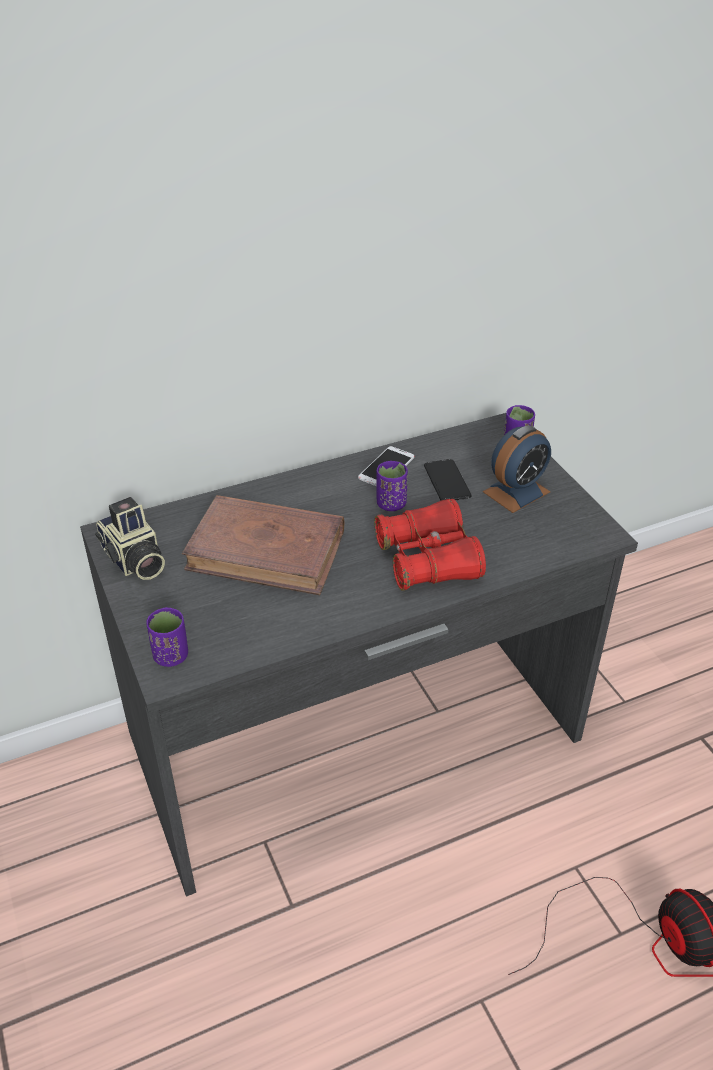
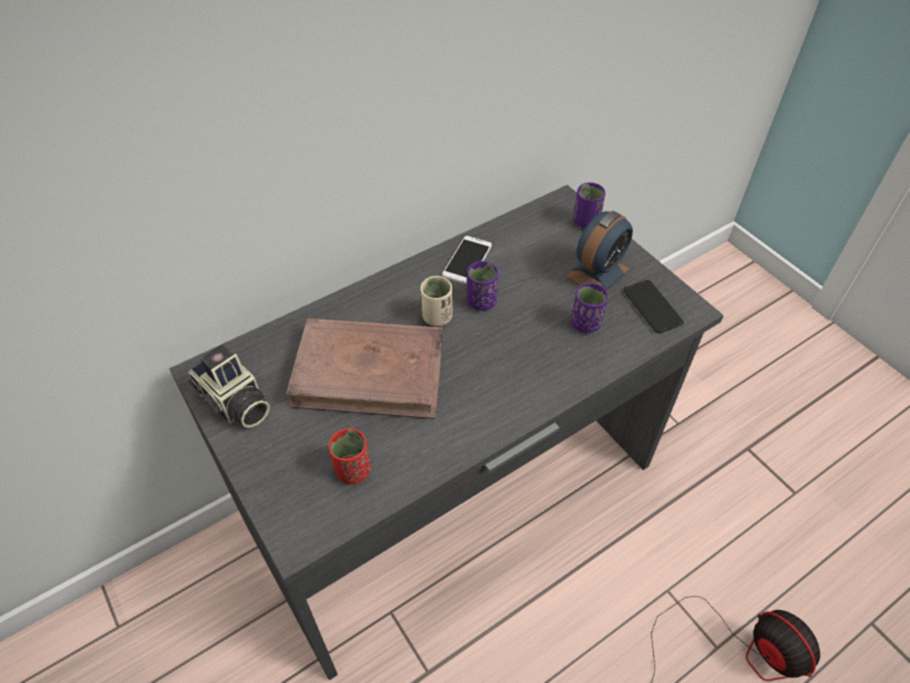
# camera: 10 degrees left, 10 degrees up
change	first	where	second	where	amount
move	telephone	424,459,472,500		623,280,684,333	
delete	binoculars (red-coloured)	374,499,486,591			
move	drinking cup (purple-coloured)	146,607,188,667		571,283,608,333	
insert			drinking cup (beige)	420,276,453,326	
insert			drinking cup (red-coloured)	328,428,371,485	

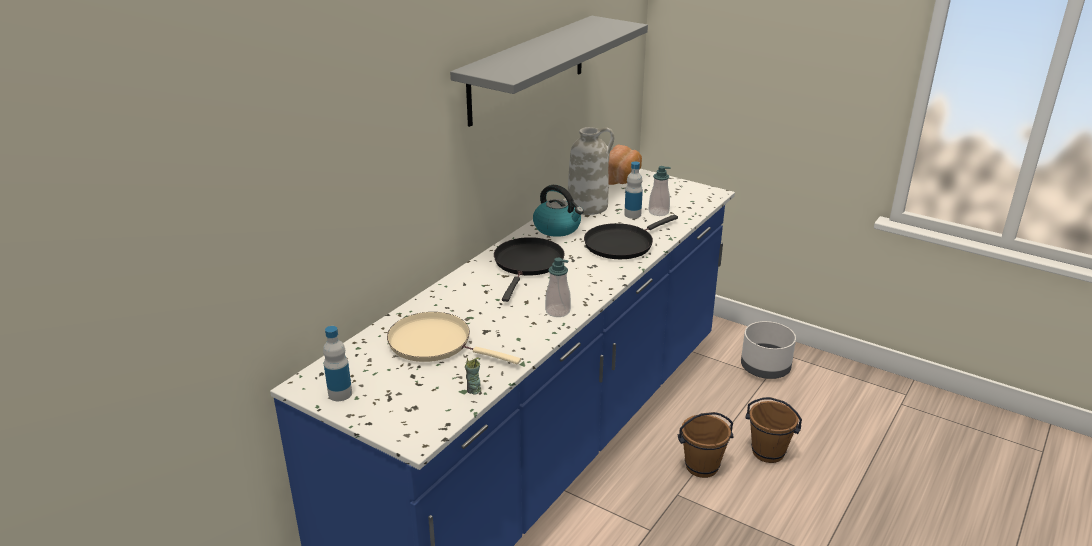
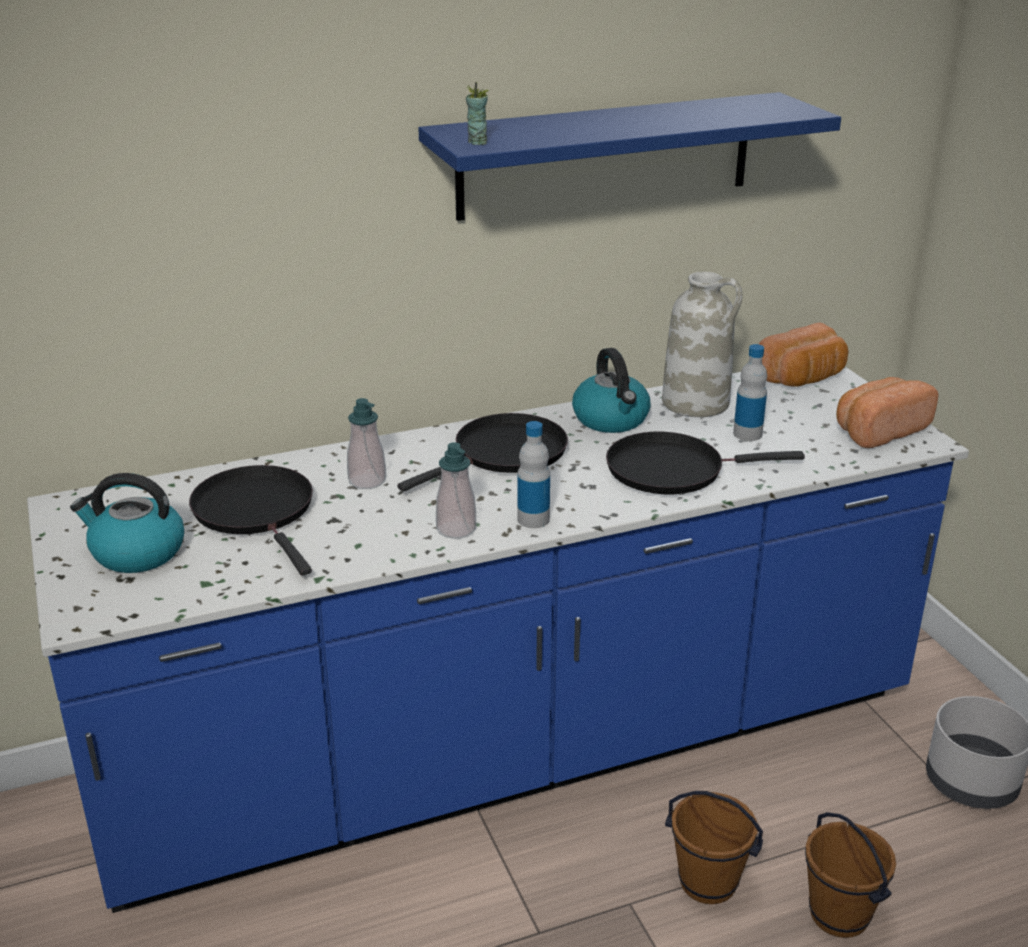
# camera: 35 degrees right, 0 degrees up
change	first	where	second	where	amount
recolor	bracket shelf (greyish)	450,16,648,127	bracket shelf (blue-coloured)	418,92,841,221	
move	liquid soap bottle	649,166,671,216		347,398,386,489	
recolor	frying pan (beige)	387,312,521,365	frying pan (black-coloured)	189,465,313,576	
move	beverage bottle	323,326,352,401		517,421,550,528	
move	drinking cup	465,357,481,395		466,82,489,145	
insert			baked bread	836,377,938,448	
insert			water kettle	70,473,184,573	

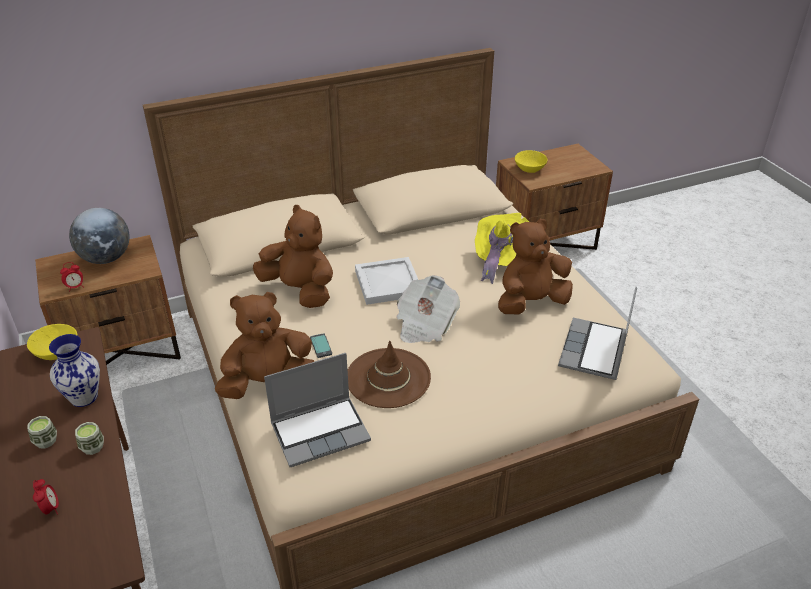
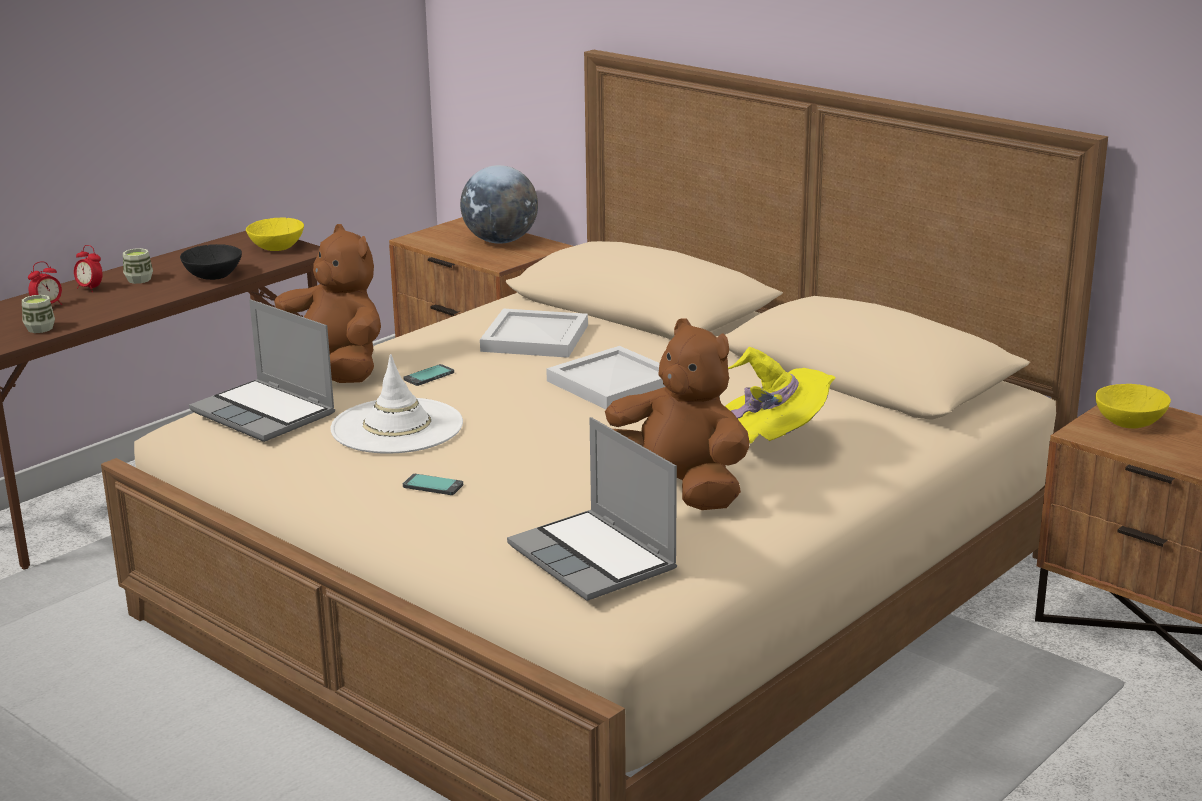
# camera: 65 degrees right, 15 degrees down
change	first	where	second	where	amount
replace	plush toy (brown)	253,205,333,308	carrying tray (white)	480,309,588,358	
move	bedside clock	60,262,84,292		74,245,103,292	
delete	newspaper	396,275,460,343			
rotate	laptop	558,287,637,380		507,417,677,601	120 degrees counterclockwise
replace	vase	49,334,100,407	serving bowl (black-coloured)	180,244,242,280	
recolor	hat (brown)	348,341,431,408	hat (white)	330,354,463,454	
move	drinking cup	75,422,104,455		22,295,55,333	
insert			telephone	403,474,463,495	

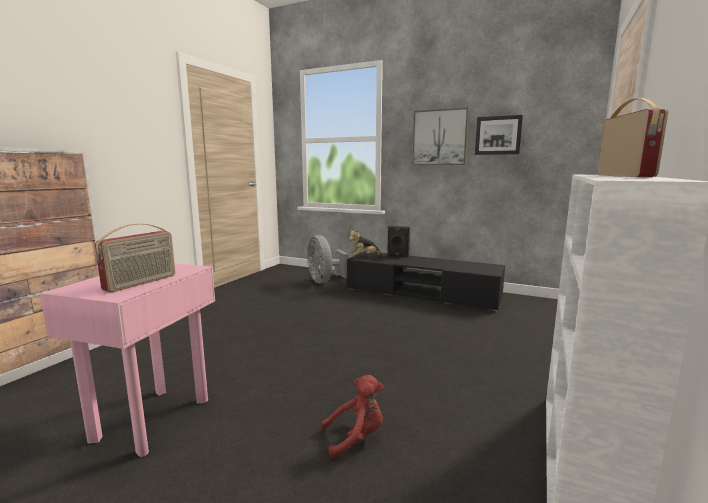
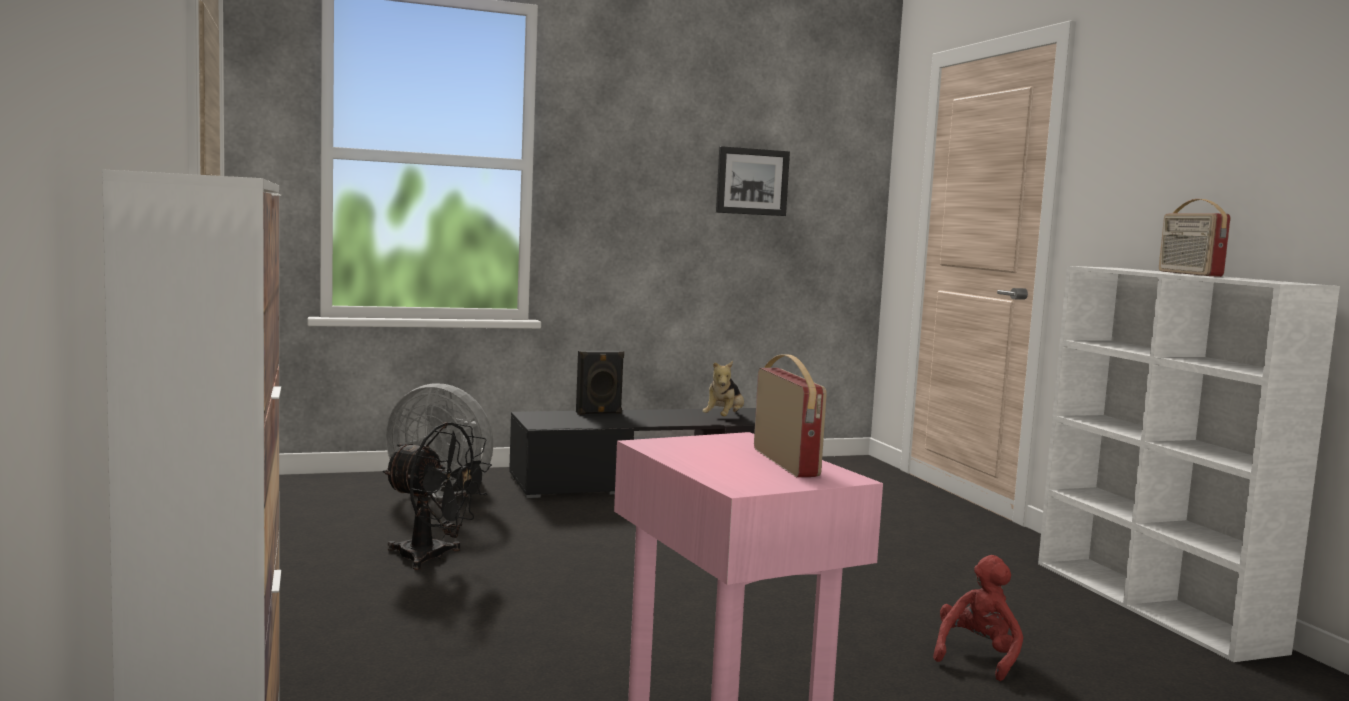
# camera: 45 degrees left, 5 degrees down
change	first	where	second	where	amount
rotate	radio	598,98,668,177		1159,199,1230,277	150 degrees counterclockwise
delete	wall art	412,108,469,165			
move	plush toy	349,229,383,255		702,361,744,416	
insert			cooling fan (black-coloured)	382,422,492,570	

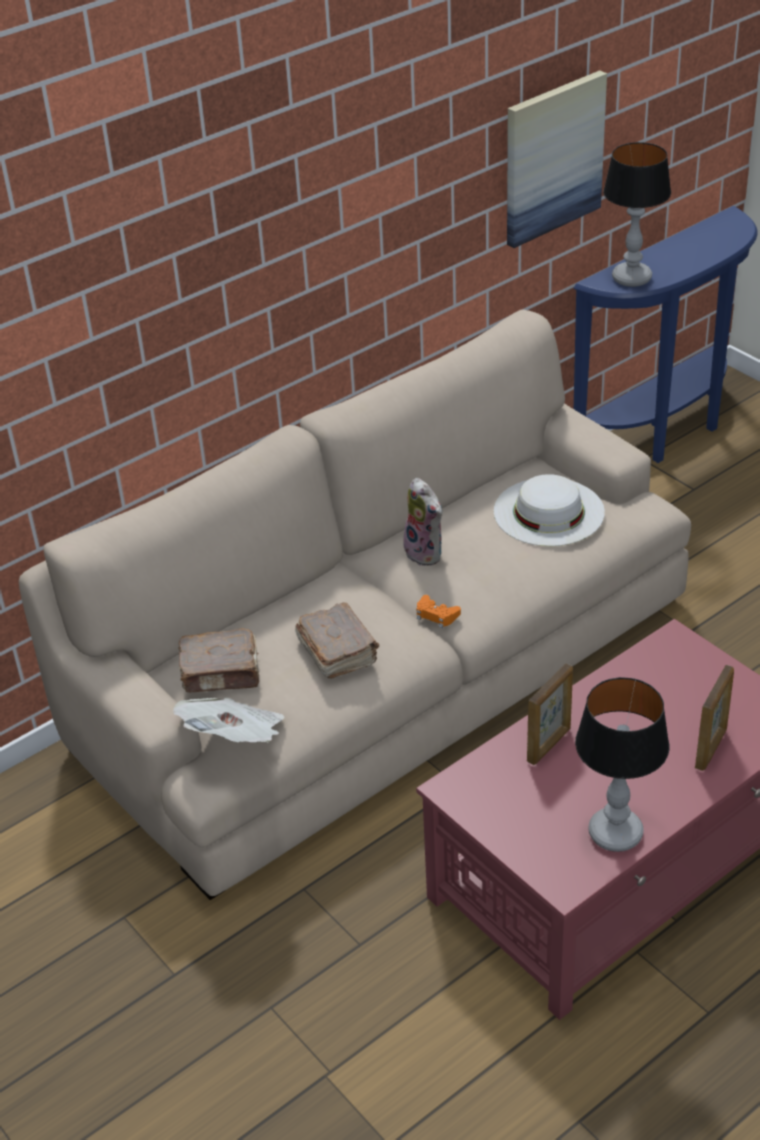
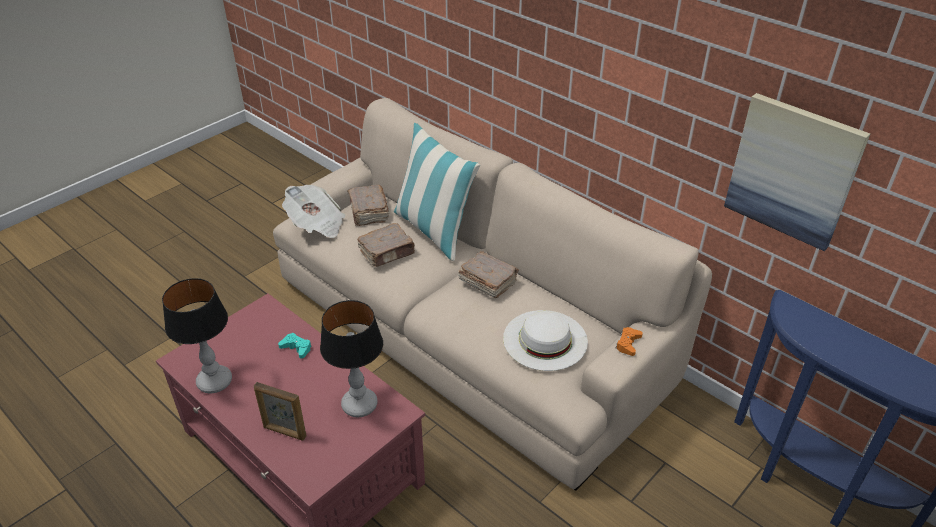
# camera: 80 degrees right, 0 degrees up
change	first	where	second	where	amount
move	lamp for a table	603,142,671,287		320,300,383,417	
replace	plush toy	403,478,443,566	book (brown)	458,251,519,298	
move	joypad (orange)	417,595,461,628		615,327,643,356	
replace	picture frame	527,663,573,765	joypad (blue-green)	278,333,312,359	
insert			pillow	394,123,480,261	

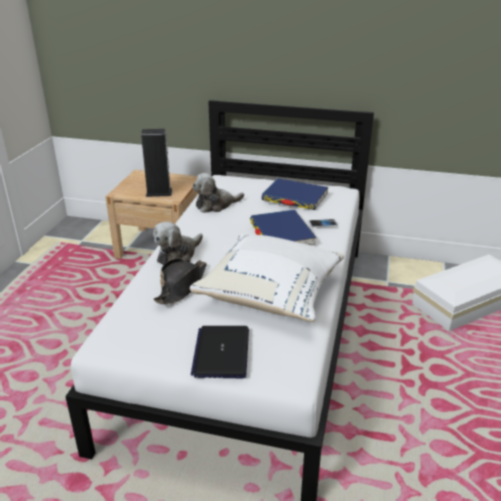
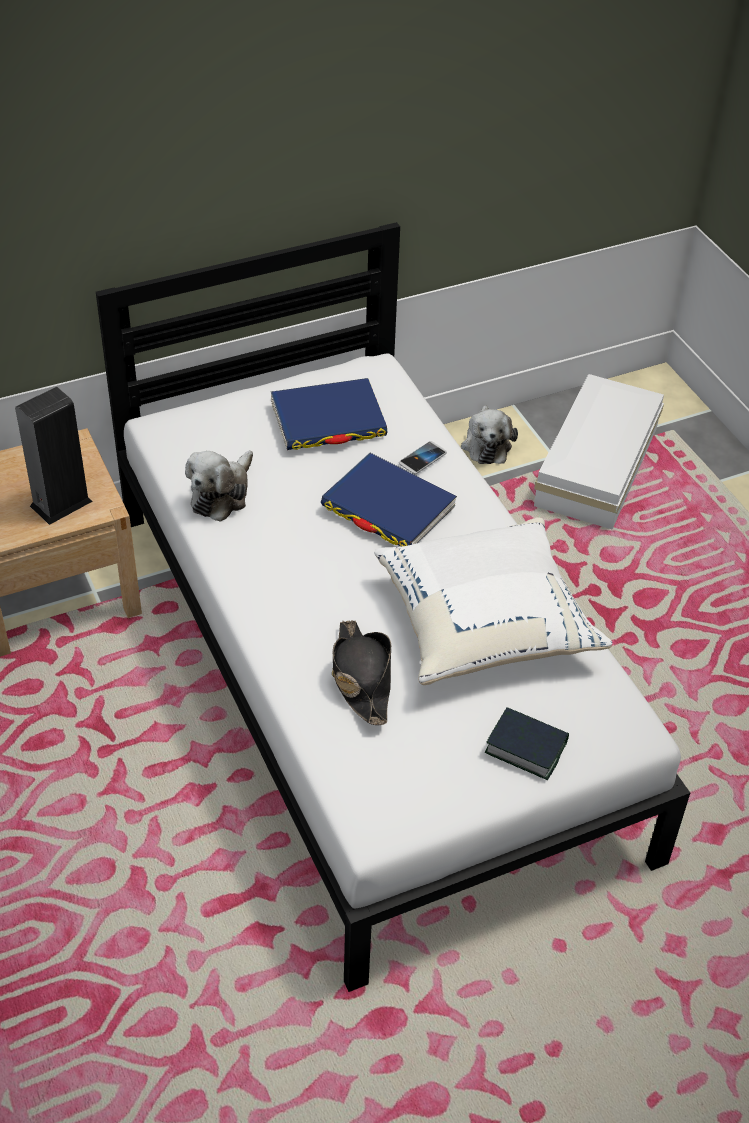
# camera: 40 degrees left, 15 degrees up
change	first	where	second	where	amount
move	plush toy	153,222,203,265		461,405,518,464	
replace	laptop	191,326,249,378	book	485,707,569,780	

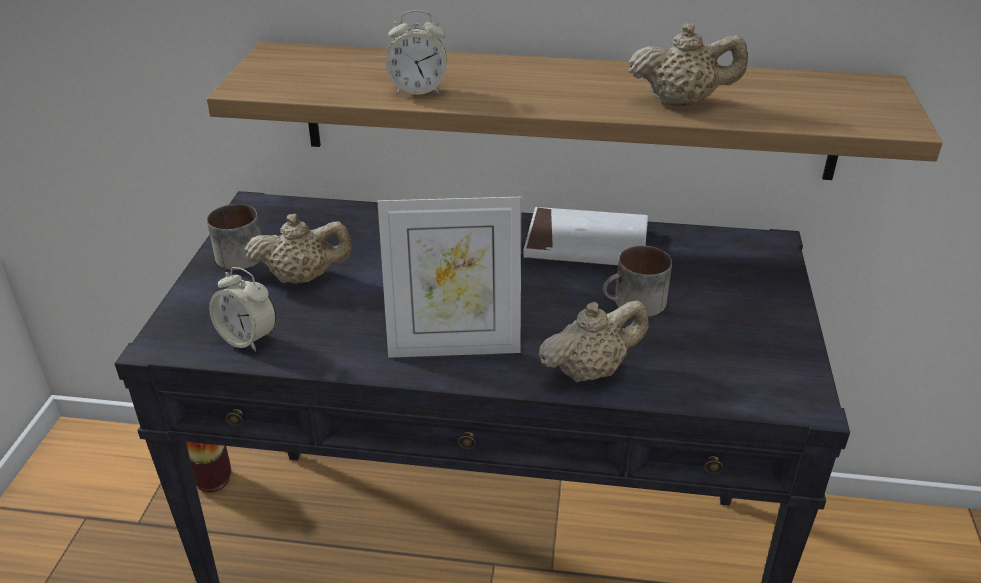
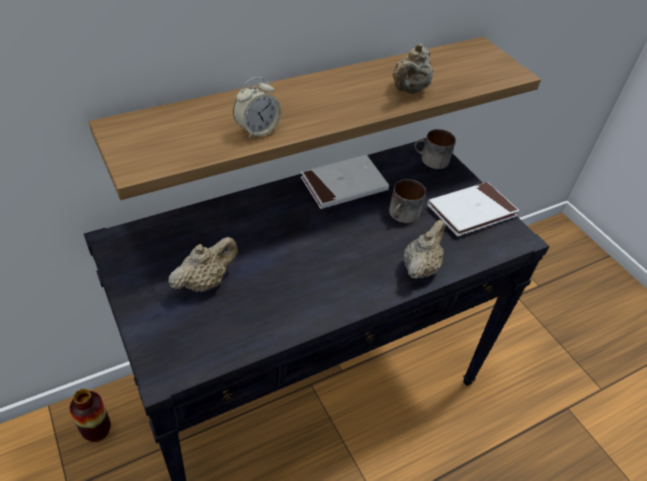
# camera: 40 degrees left, 10 degrees up
change	first	where	second	where	amount
rotate	teapot (beige)	629,23,748,106		392,43,433,94	150 degrees clockwise
delete	picture frame	378,197,522,358			
move	mug	207,204,261,270		414,129,456,169	
delete	bedside clock	209,267,276,352			
insert			book (white)	427,182,519,236	

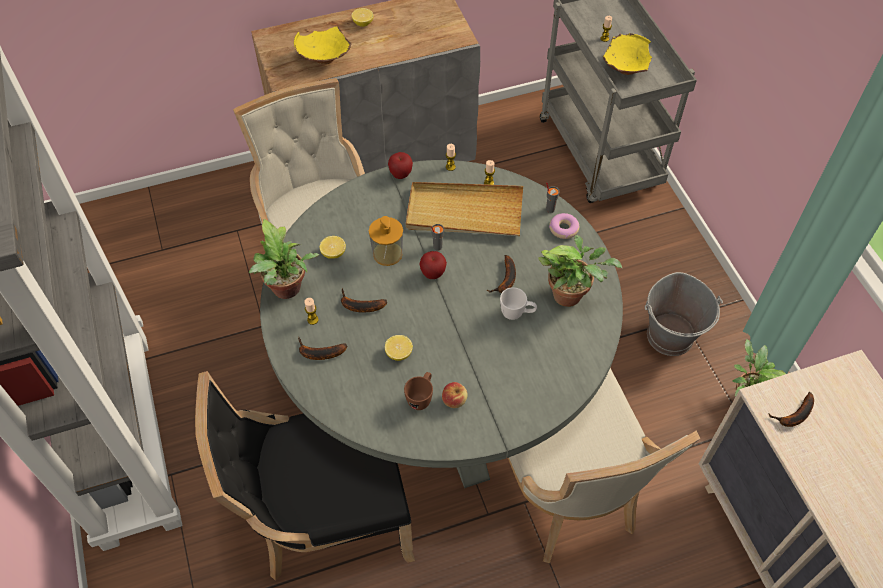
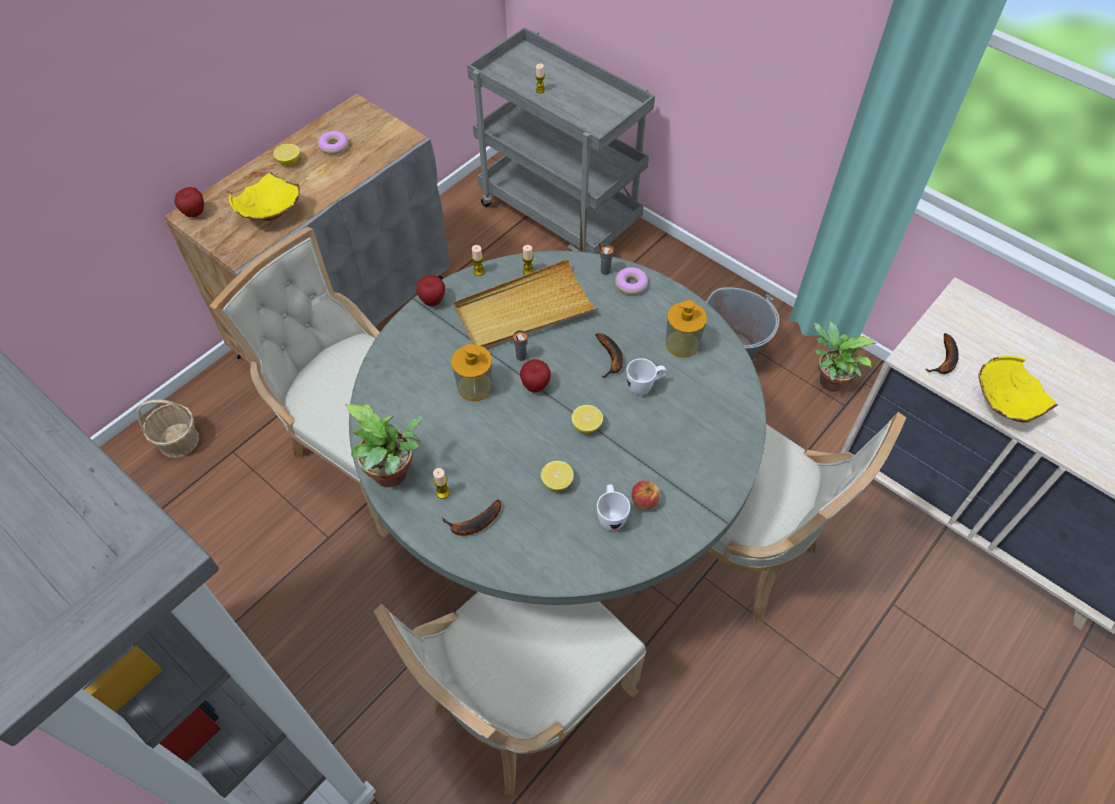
# camera: 30 degrees left, 0 degrees up
change	first	where	second	where	amount
move	serving bowl (yellow)	603,33,652,75		978,356,1058,423	
replace	houseplant	538,235,622,307	liquid soap bottle	665,300,707,358	
move	whole lemon	320,236,346,259		572,405,603,433	
delete	banana	341,288,387,312			
recolor	upright chair (black-coloured)	195,371,415,581	upright chair (beige)	374,592,646,795	
recolor	mug (brown)	404,372,433,410	mug (white)	597,484,630,531	
insert			donut	318,131,348,154	
insert			whole apple	175,187,204,217	
insert			storage basket	137,400,199,458	

